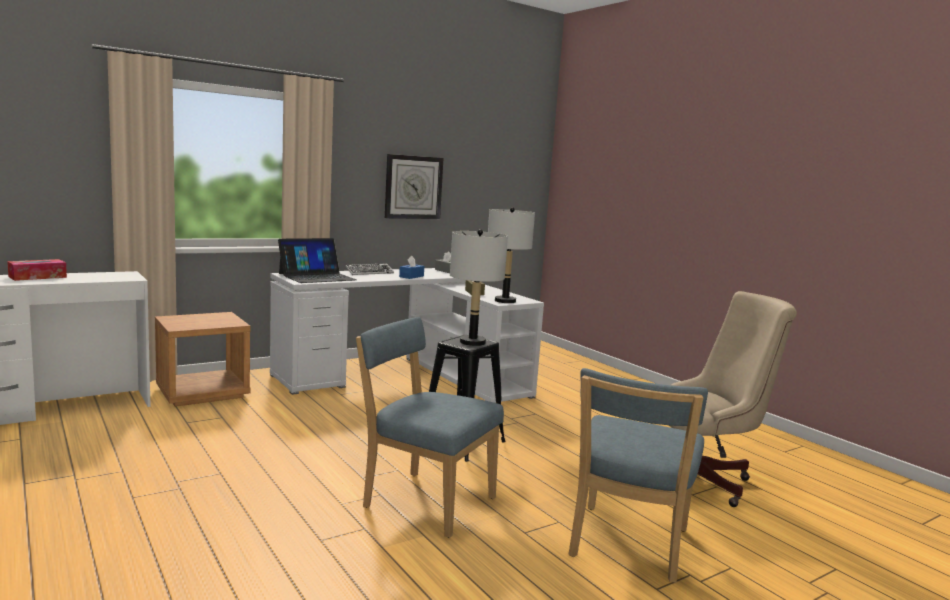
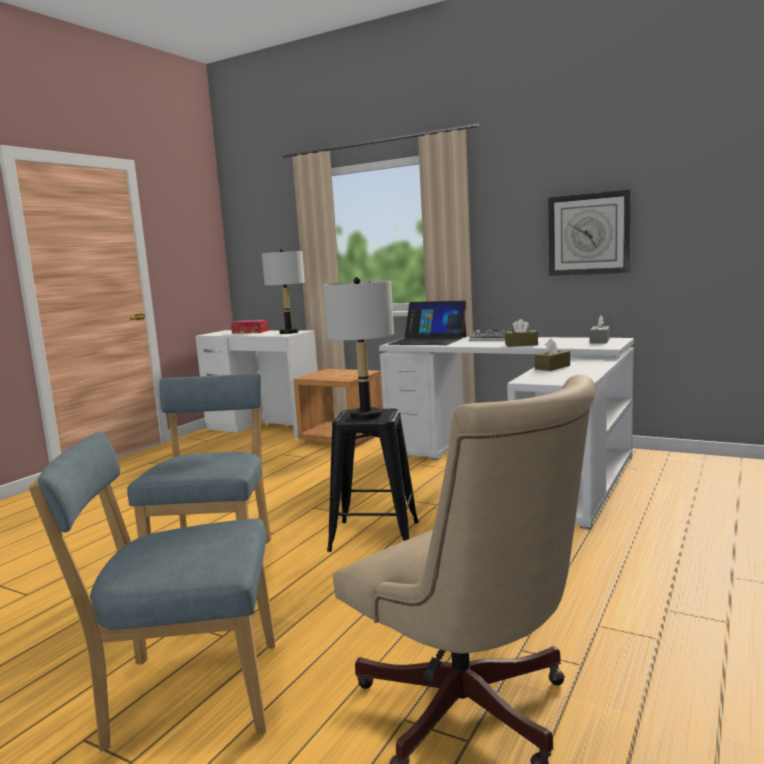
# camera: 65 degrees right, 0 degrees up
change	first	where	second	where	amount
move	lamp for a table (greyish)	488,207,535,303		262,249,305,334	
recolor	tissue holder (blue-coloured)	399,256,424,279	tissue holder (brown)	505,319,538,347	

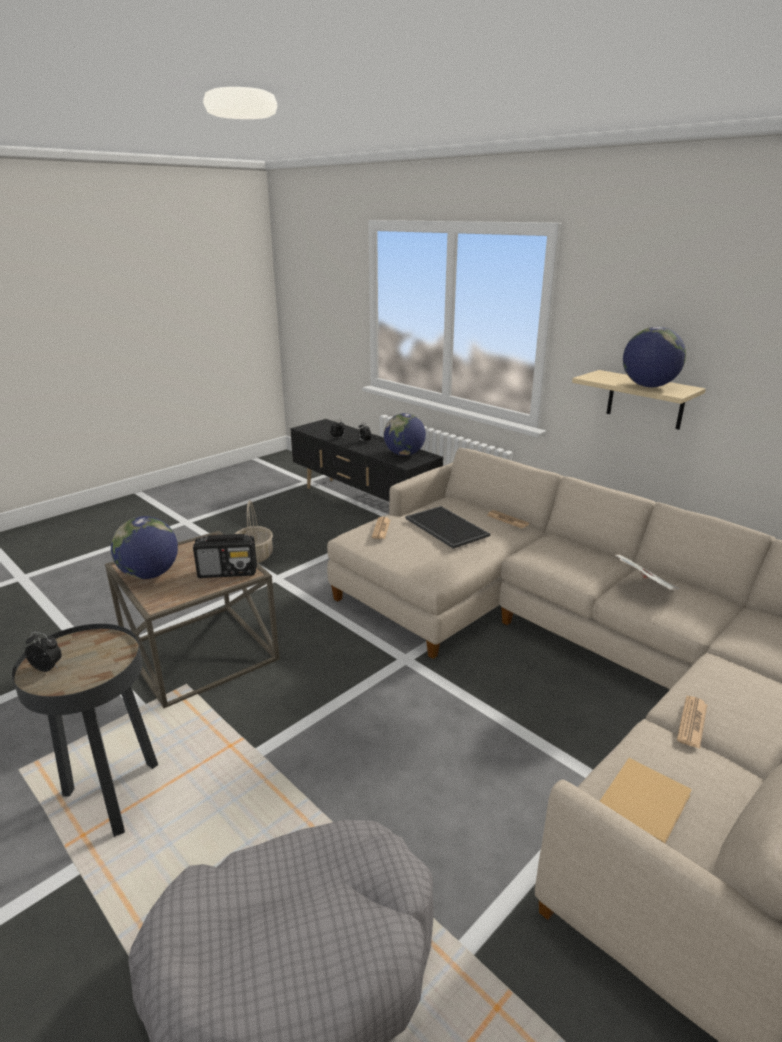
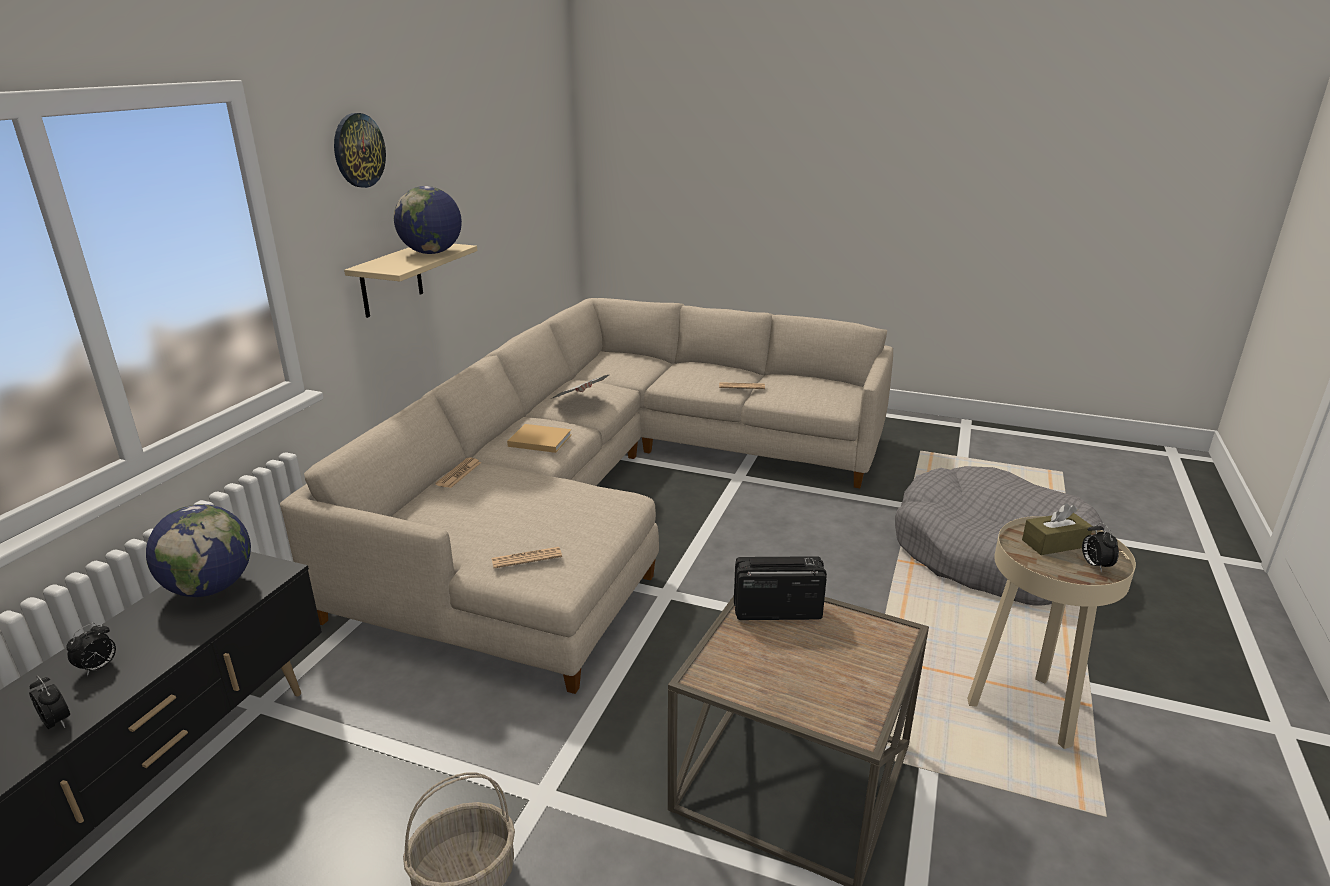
# camera: 115 degrees left, 0 degrees up
change	first	where	second	where	amount
delete	carrying tray	405,506,490,549			
delete	globe	111,516,178,579			
rotate	radio	193,534,257,578		734,556,827,620	60 degrees counterclockwise
recolor	end table (black-coloured)	12,624,158,837	end table (beige)	967,516,1136,749	
move	book (beige)	600,758,692,843		507,424,572,453	
insert			wall clock	334,113,386,188	
insert			tissue holder (brown)	1022,503,1093,555	

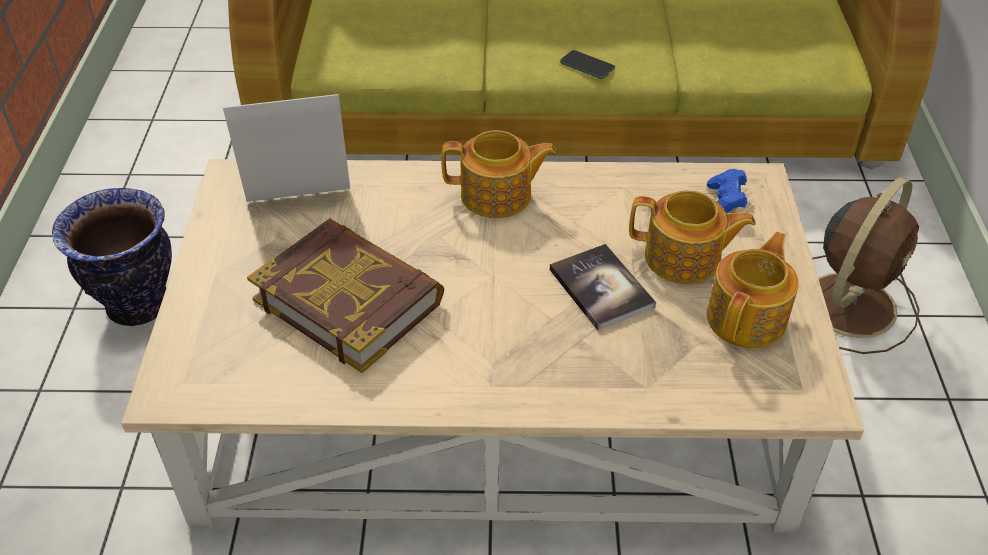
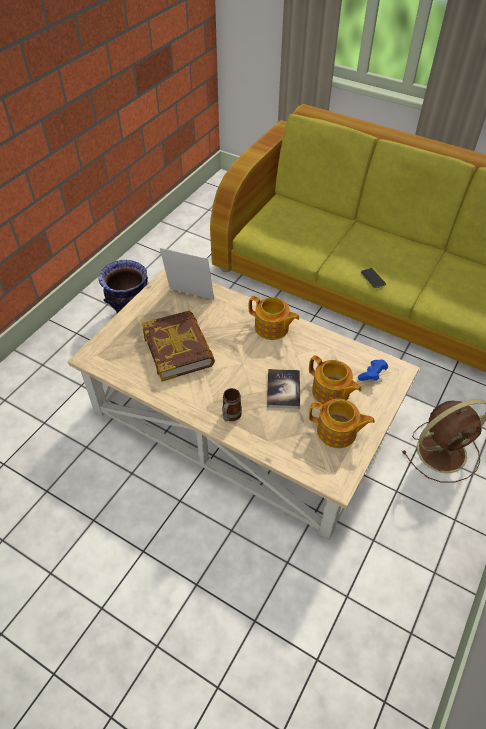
# camera: 30 degrees right, 5 degrees up
change	first	where	second	where	amount
rotate	teapot	706,232,799,348		309,399,375,448	45 degrees clockwise
insert			mug	222,388,242,422	

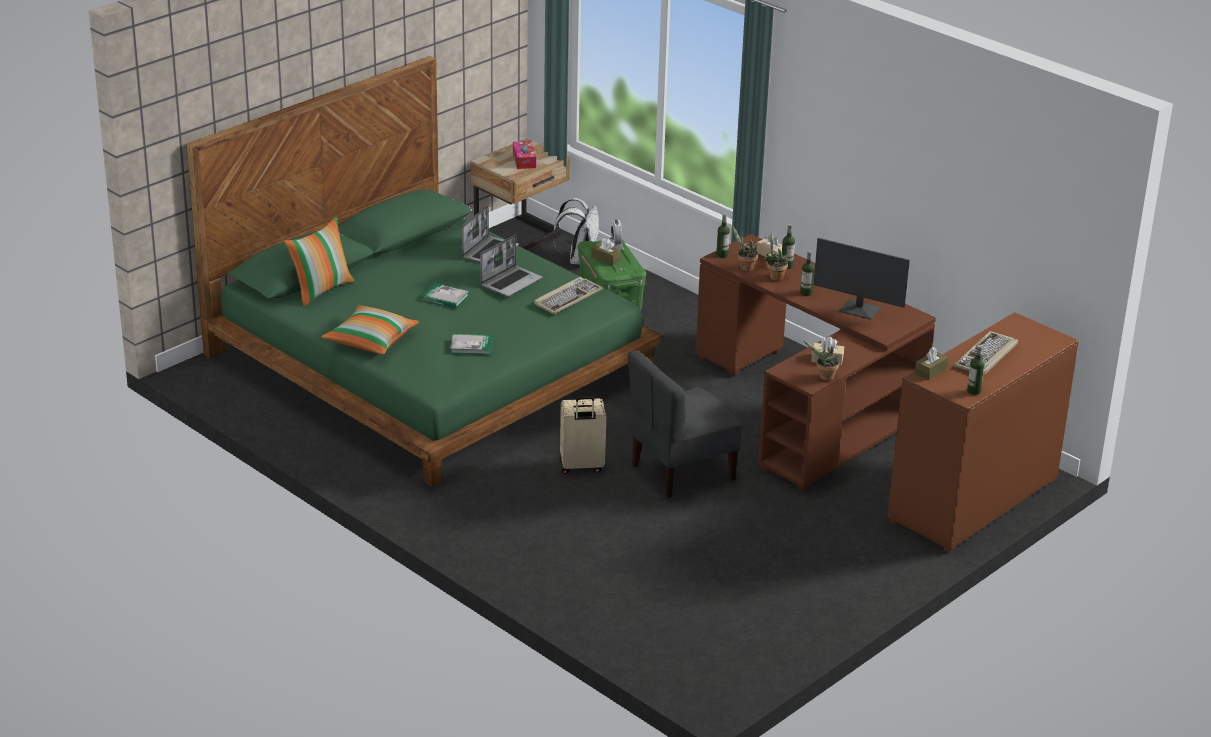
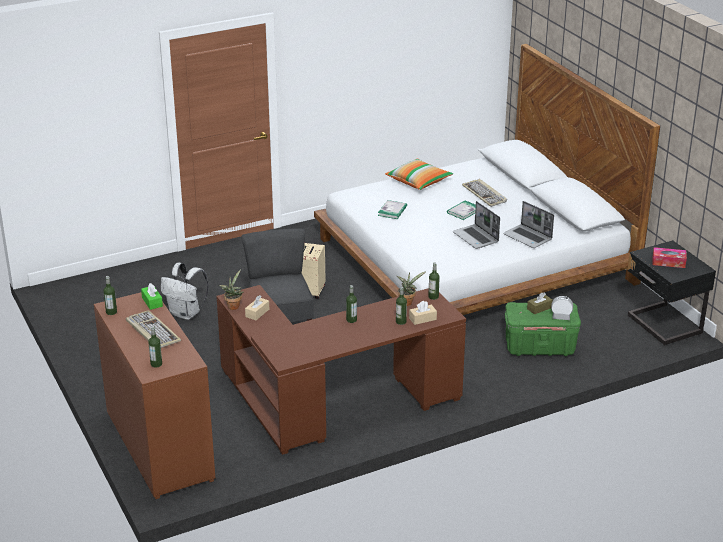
# camera: 110 degrees right, 0 degrees up
change	first	where	second	where	amount
recolor	bedroom bed (green-coloured)	187,56,663,487	bedroom bed (white)	314,44,660,315	
recolor	nightstand (beige)	471,138,570,250	nightstand (black-coloured)	627,240,716,346	
move	knapsack (white)	552,198,600,265		161,263,209,320	
delete	pillow	284,217,355,306			
delete	houseplant	763,233,789,281			
delete	monitor	814,238,910,320			
move	PC keyboard	534,277,603,314		462,179,507,207	
recolor	tissue holder (brown)	915,347,948,380	tissue holder (green-coloured)	141,283,163,310	
insert			beverage bottle	148,326,162,368	

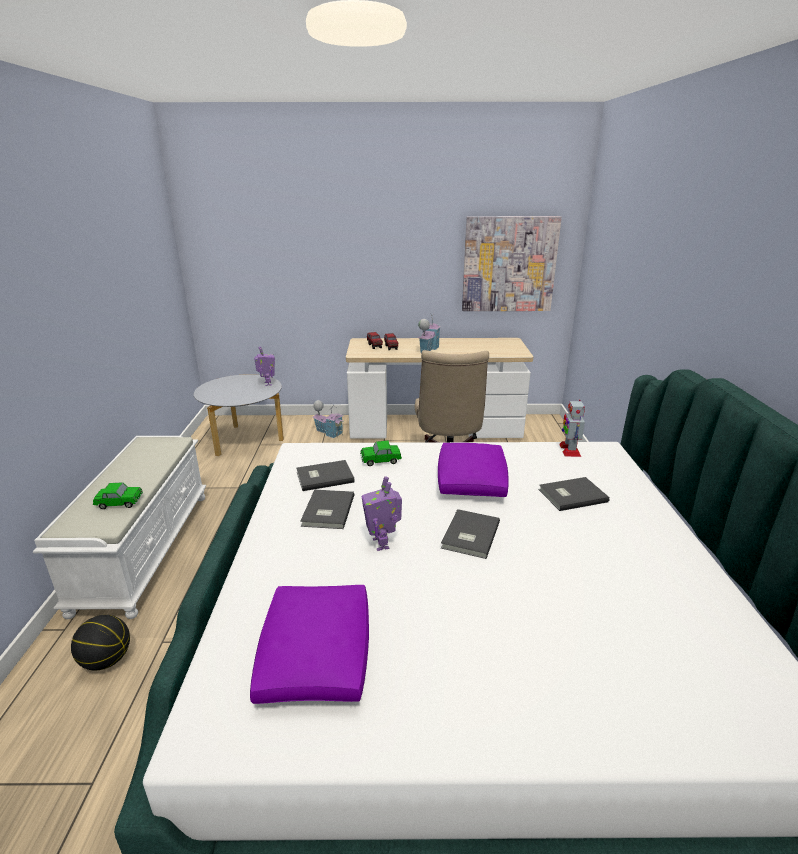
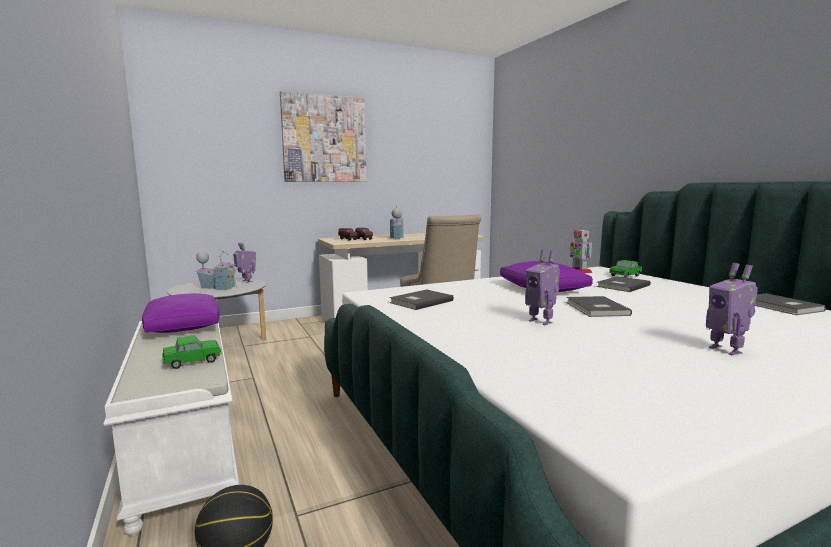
# camera: 25 degrees left, 15 degrees down
change	first	where	second	where	amount
move	wall art	462,216,562,311		280,91,367,182	
move	model house	313,400,344,438		195,250,237,290	
move	miniature car	360,441,402,466		609,260,642,277	
move	book (greyish)	300,490,354,529		755,293,826,315	
move	pillow (purple-coloured)	250,585,369,704		142,293,220,333	
insert			robot figure	706,263,758,355	

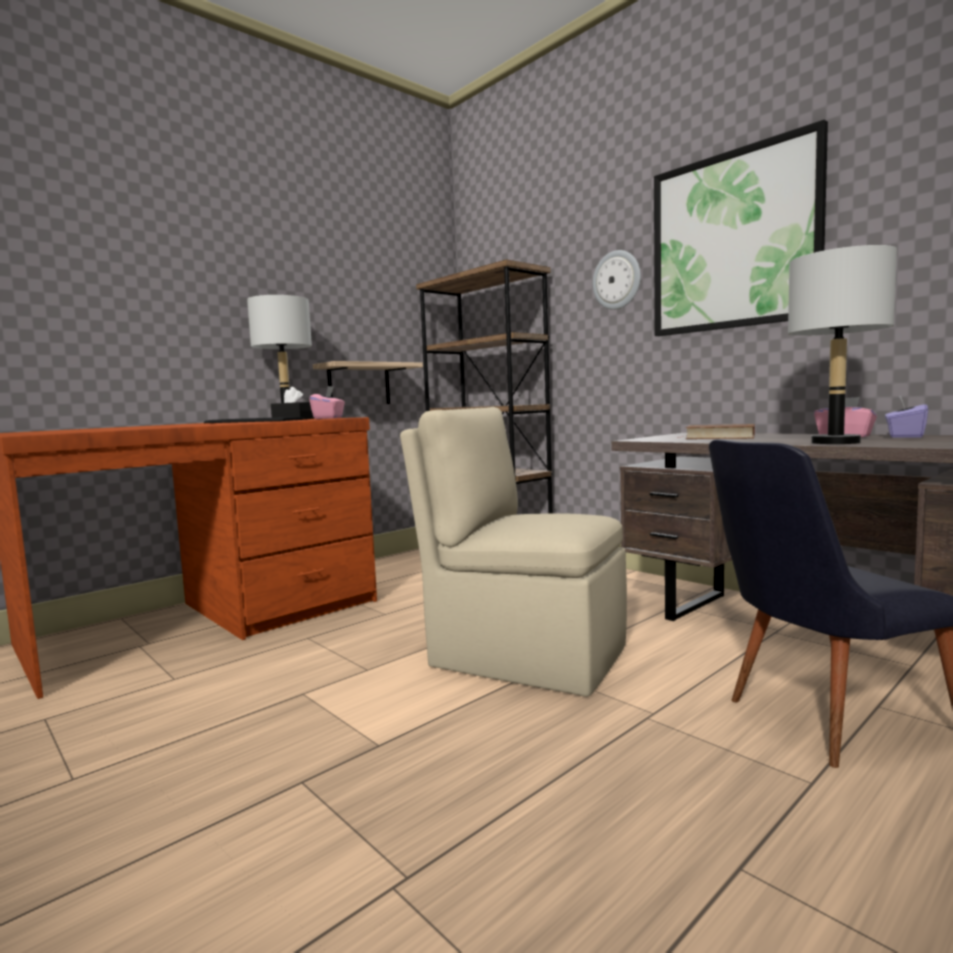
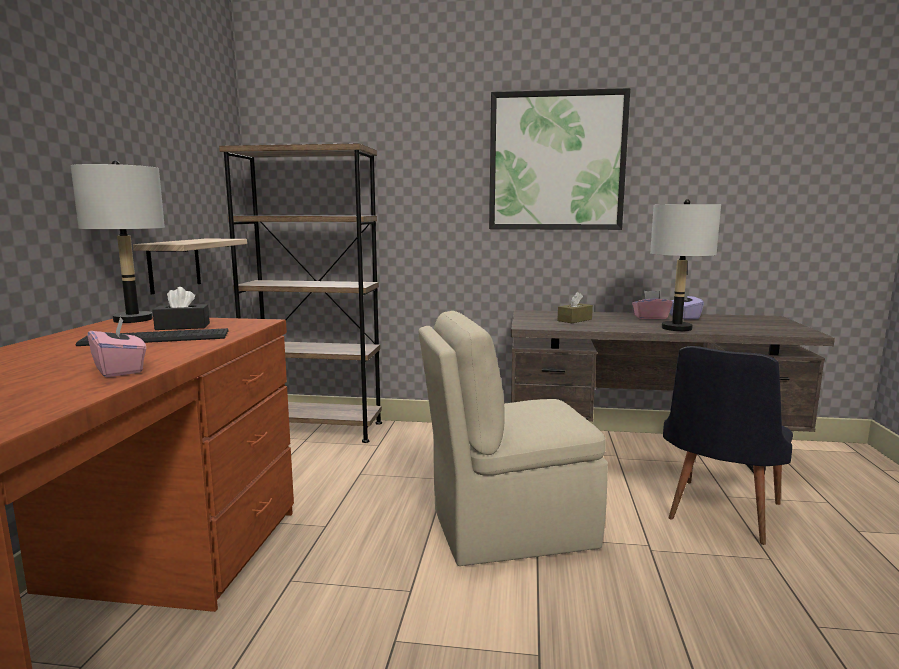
# camera: 40 degrees left, 5 degrees up
change	first	where	second	where	amount
delete	wall clock	592,250,641,310			
move	tissue holder (pink)	309,386,345,419		87,316,146,377	
replace	book (brown)	685,424,755,439	tissue holder (brown)	557,292,593,323	

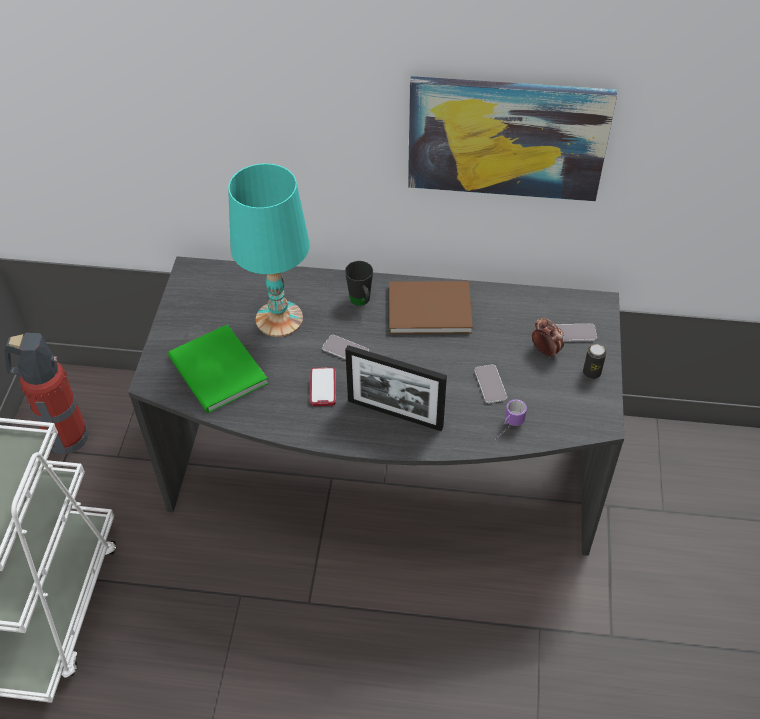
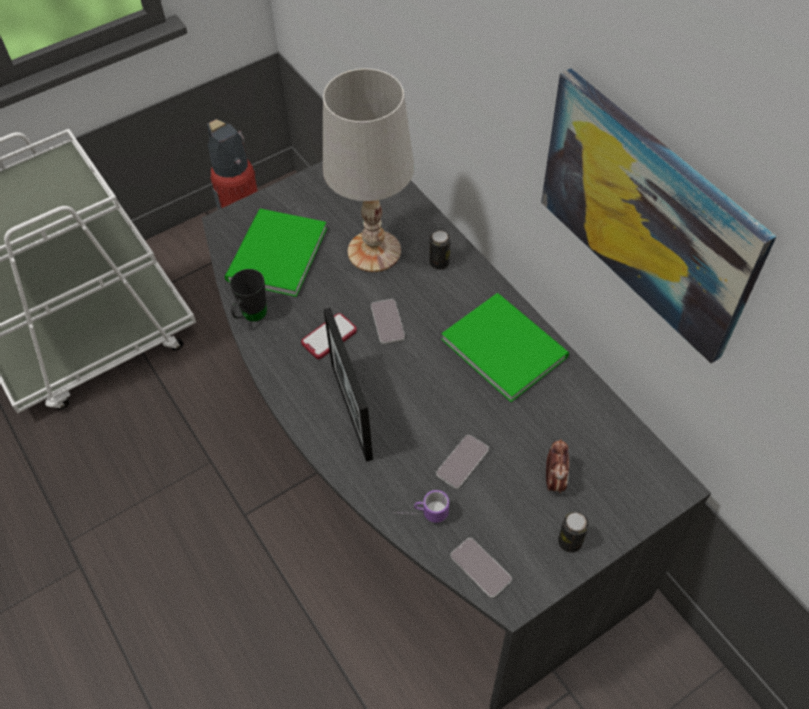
# camera: 50 degrees right, 5 degrees up
change	first	where	second	where	amount
recolor	lamp for a table (blue-green)	228,163,310,337	lamp for a table (white)	323,68,414,272	
move	mug (black-coloured)	345,261,373,306		230,269,267,322	
recolor	book (brown)	389,281,473,334	book (green-coloured)	441,293,569,402	
move	telephone	553,324,597,342		451,538,512,598	
insert			sealed can	430,230,450,270	

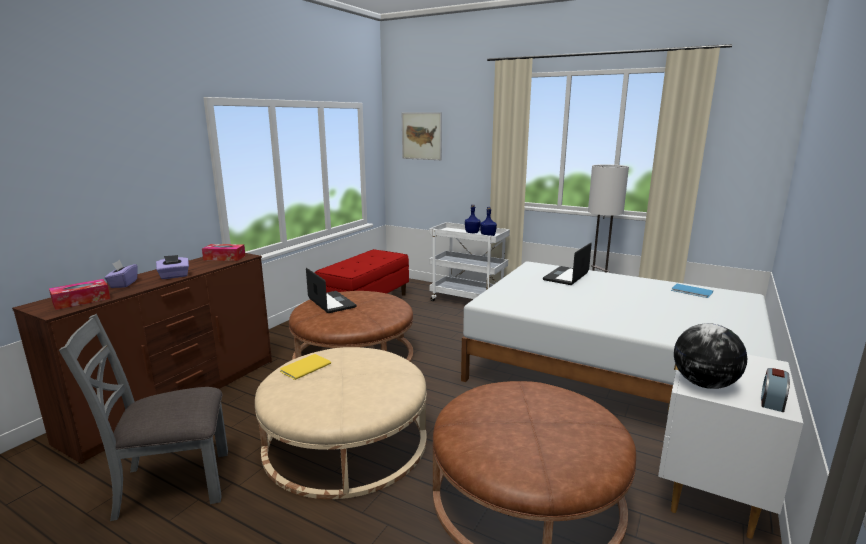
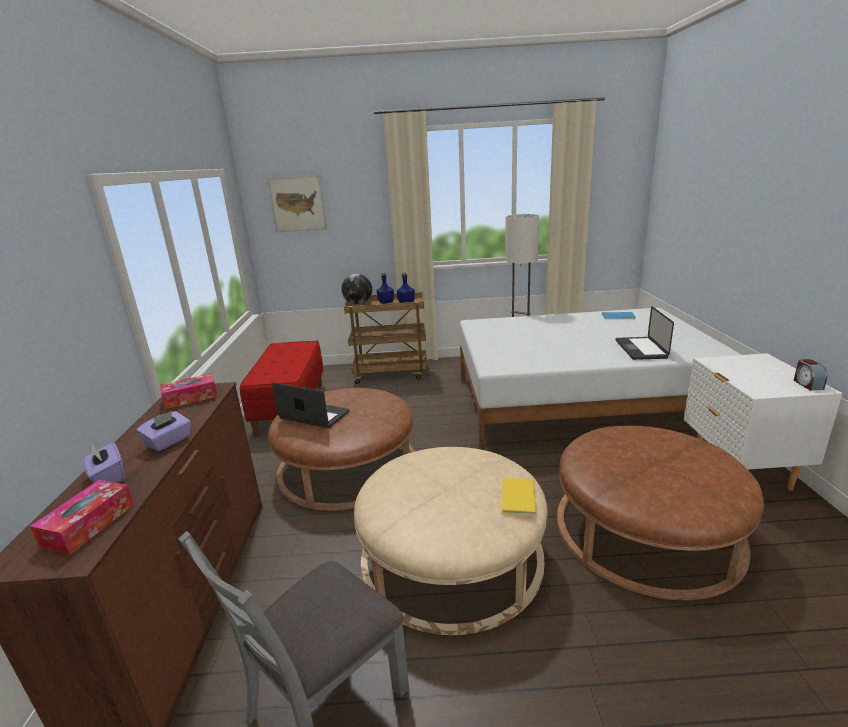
# camera: 30 degrees left, 5 degrees up
change	first	where	second	where	amount
recolor	cart (white)	429,222,510,301	cart (brown)	344,292,428,384	
move	laptop	543,243,592,285		615,306,674,360	
move	globe	674,323,747,389		341,274,372,305	
move	book (yellow)	280,354,331,380		501,478,536,515	

